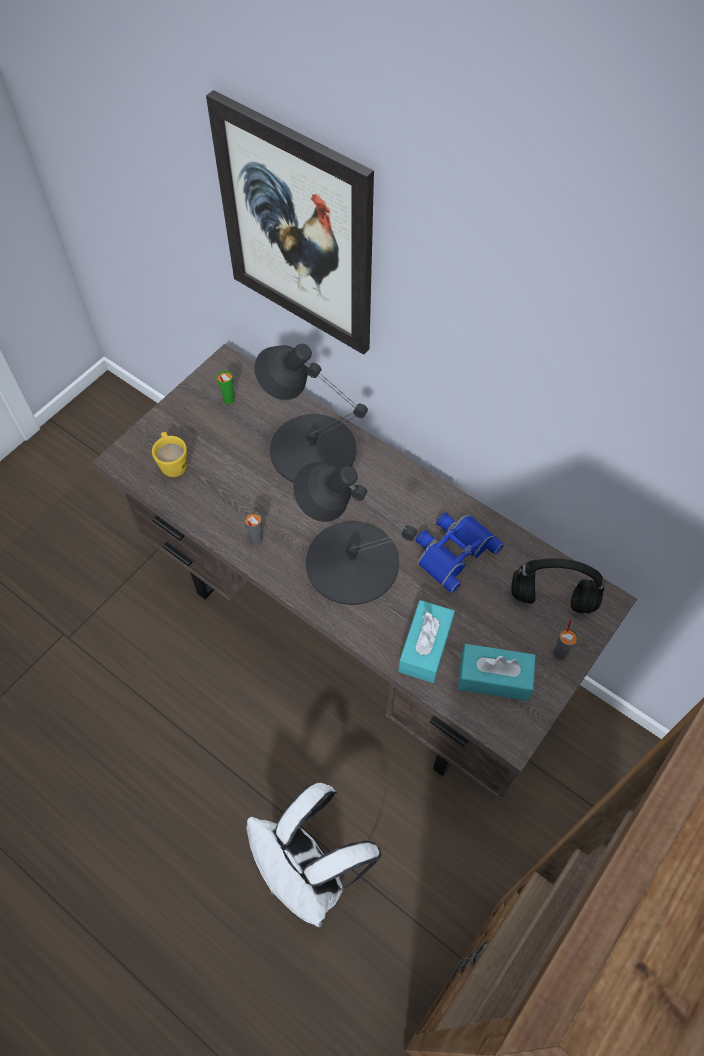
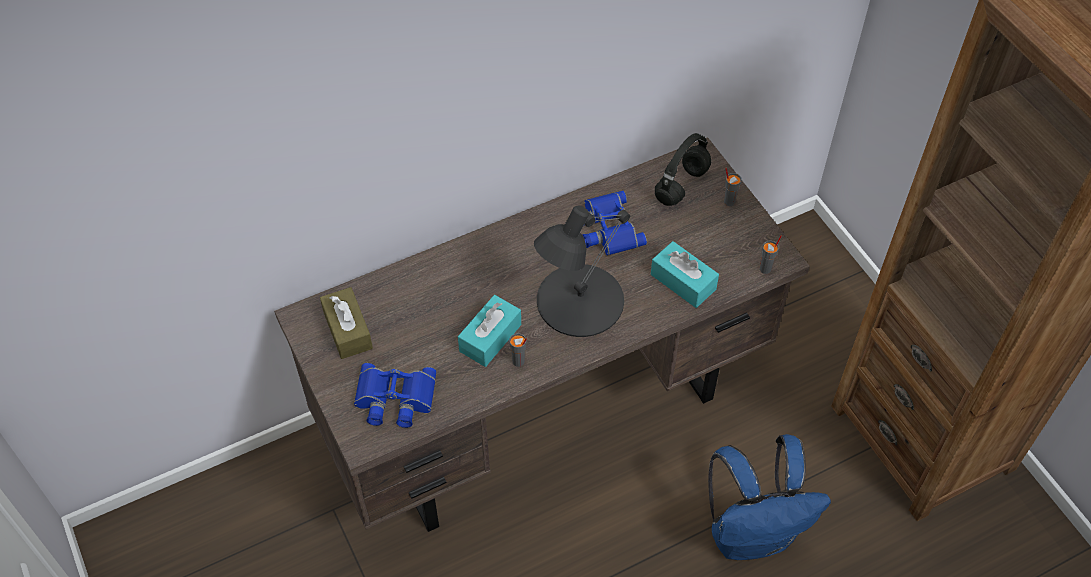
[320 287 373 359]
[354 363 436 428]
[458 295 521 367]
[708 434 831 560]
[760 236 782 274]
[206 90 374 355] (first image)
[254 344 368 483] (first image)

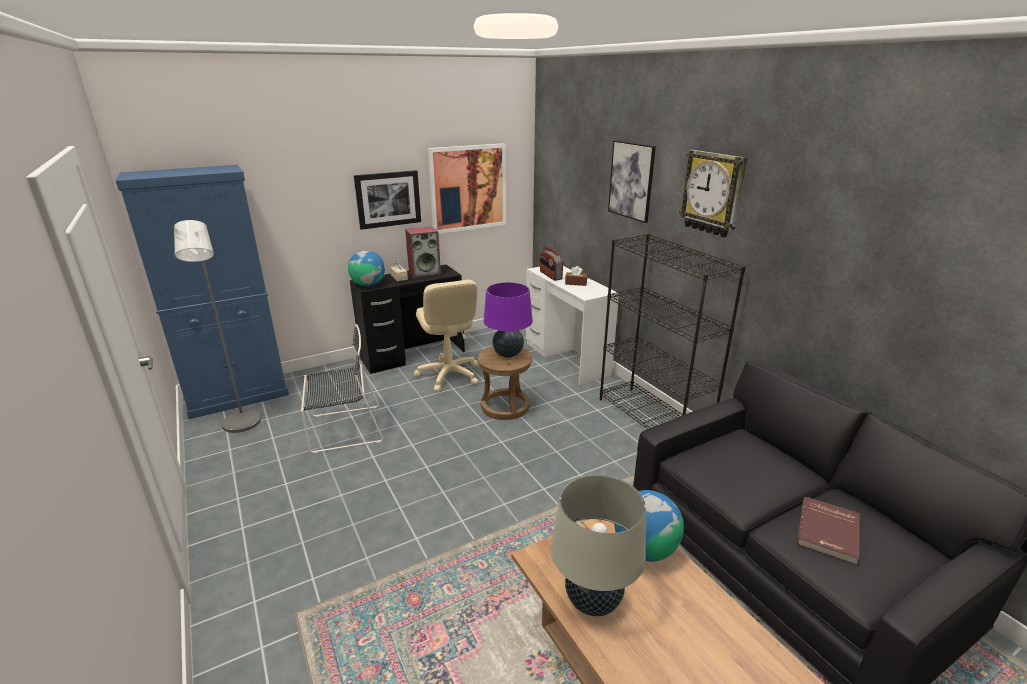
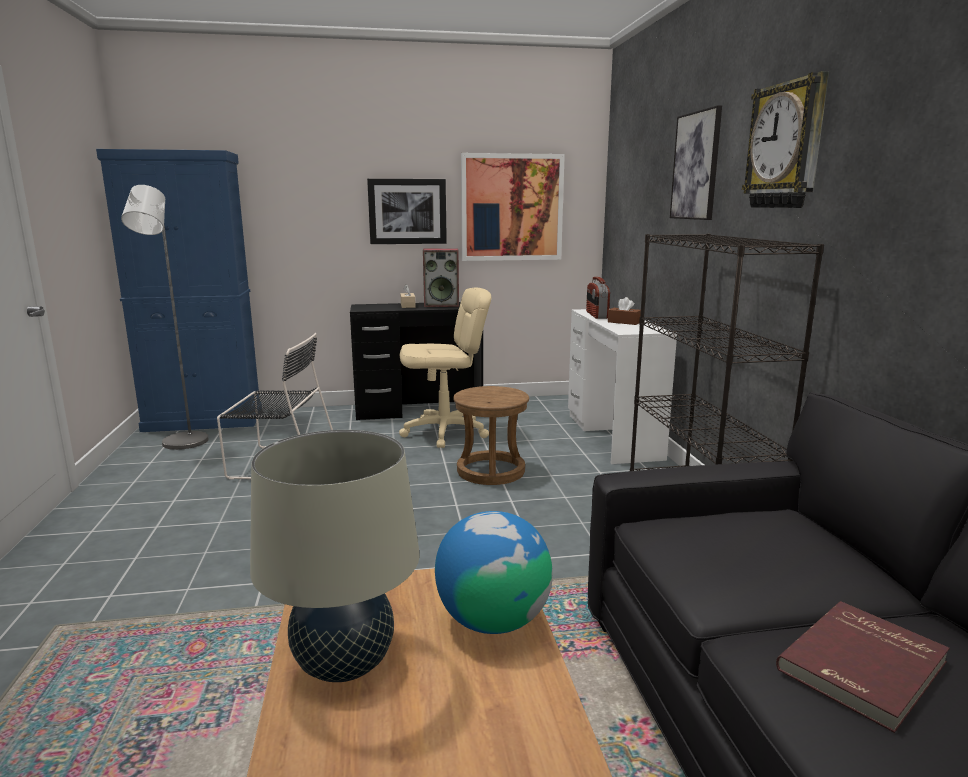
[399 288 491 448]
[348 251 385 286] (first image)
[484 282 533 357] (first image)

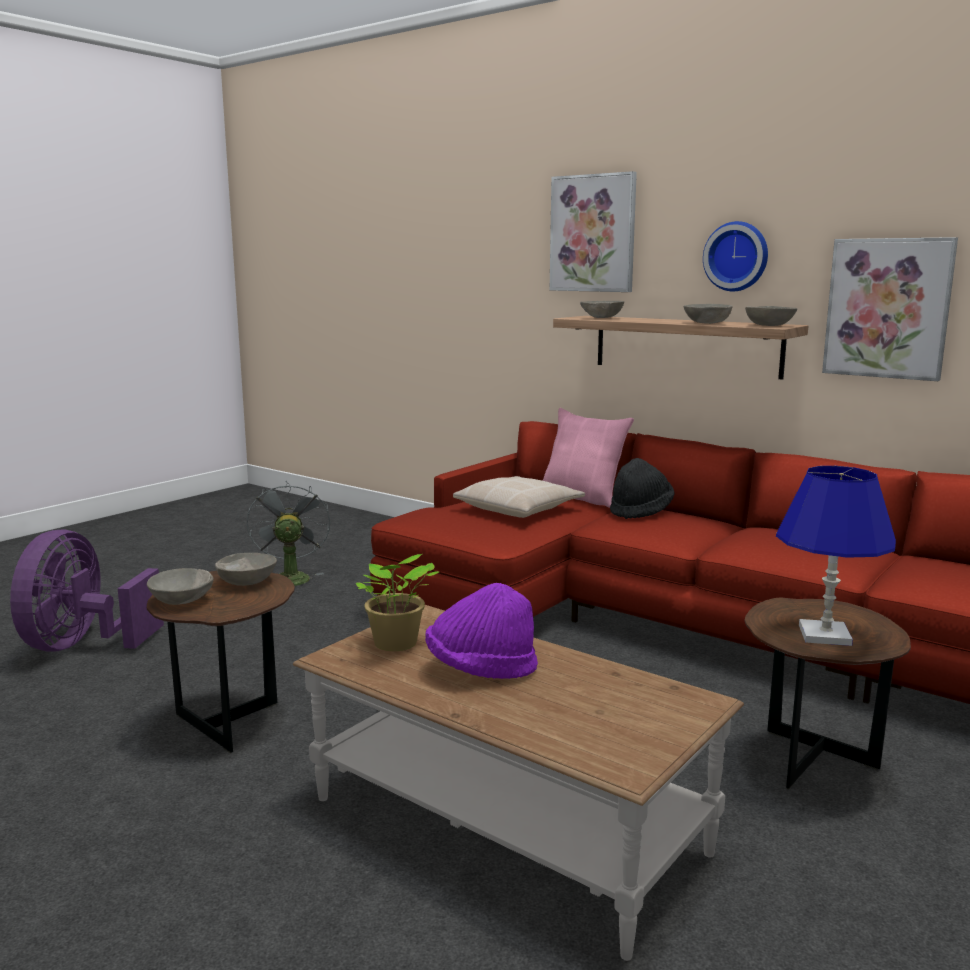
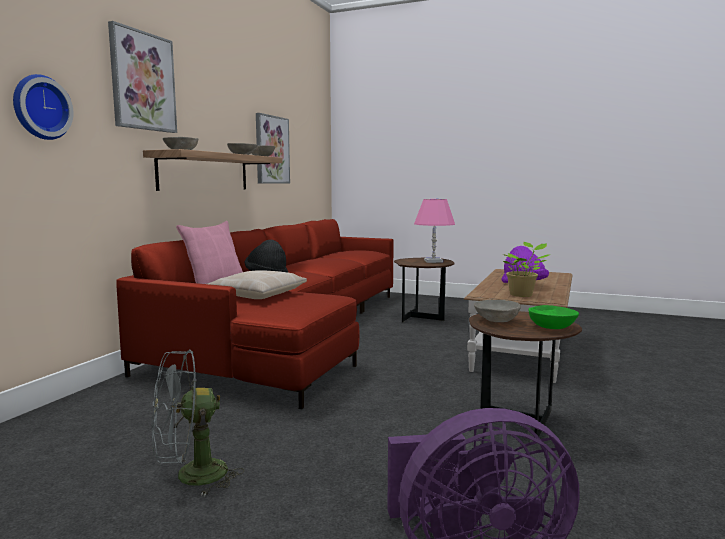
[13 74 74 140]
[414 199 455 263]
[528 305 579 329]

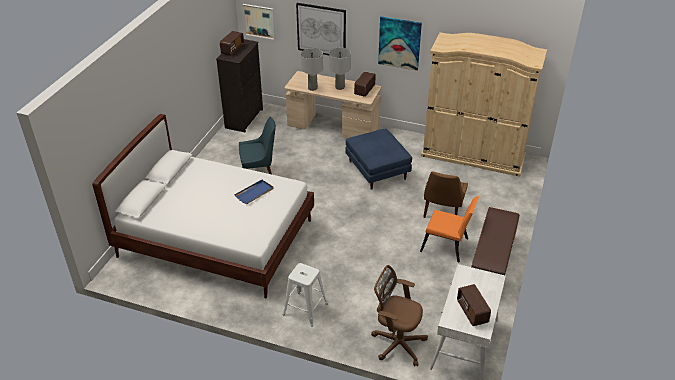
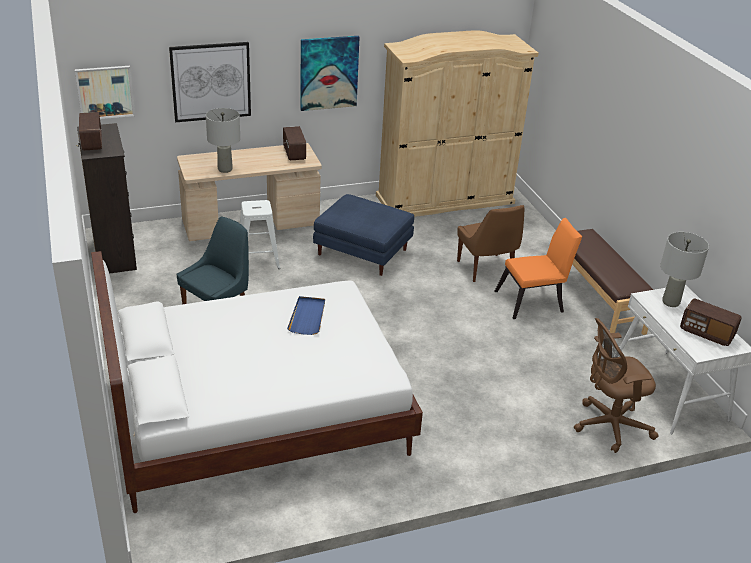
[240 200 280 269]
[660 232 709 307]

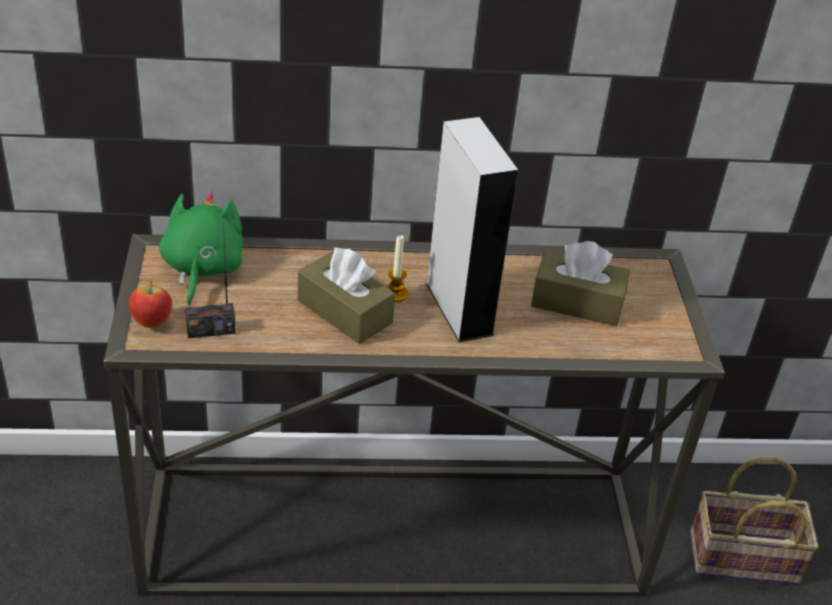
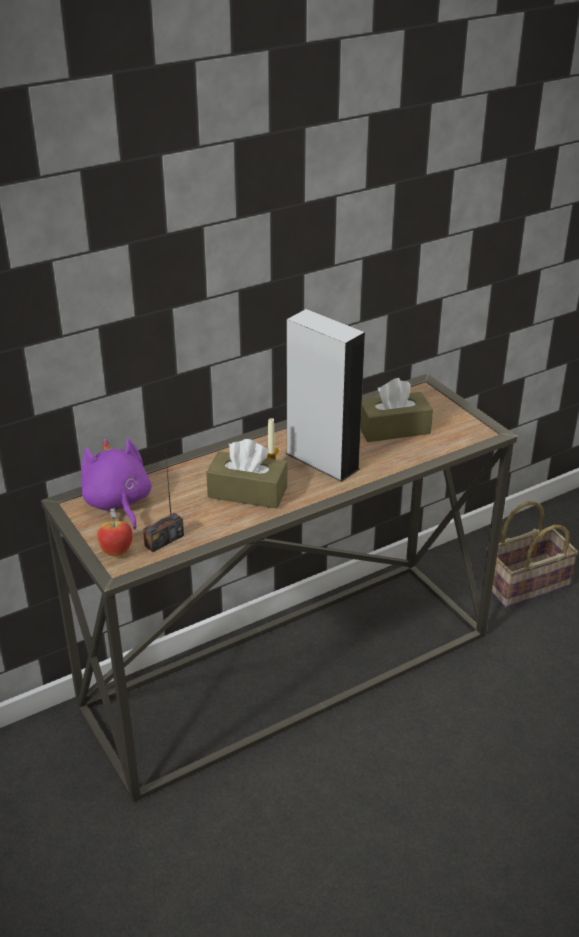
[81 438 152 529]

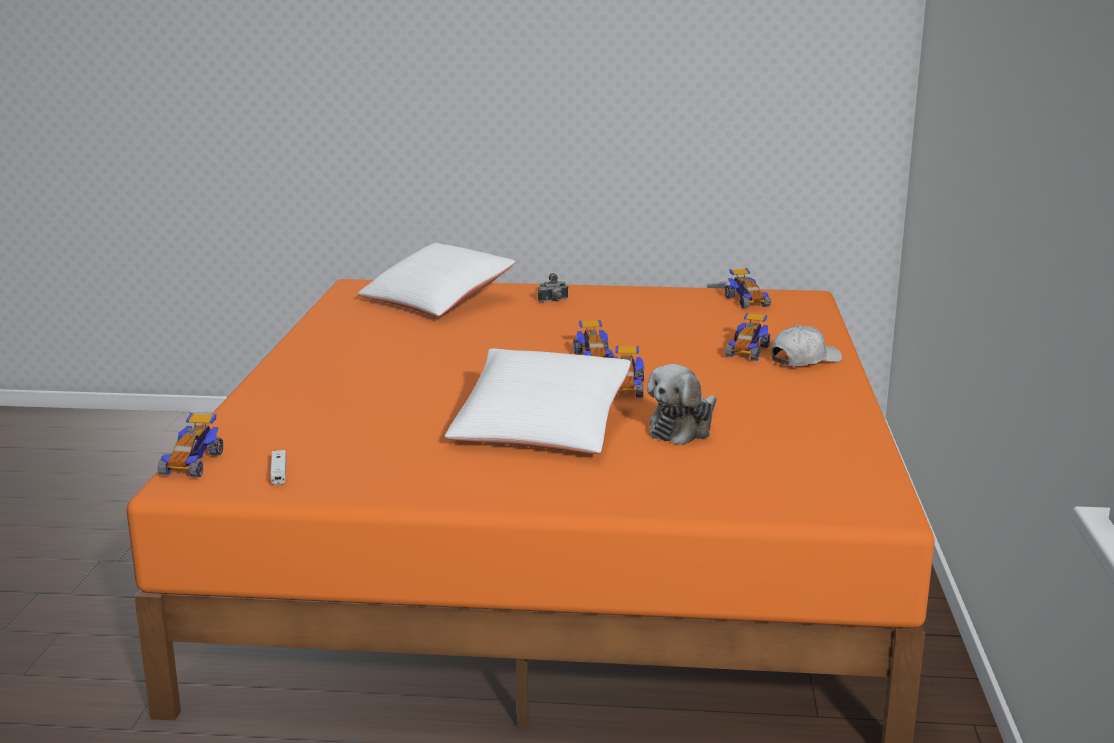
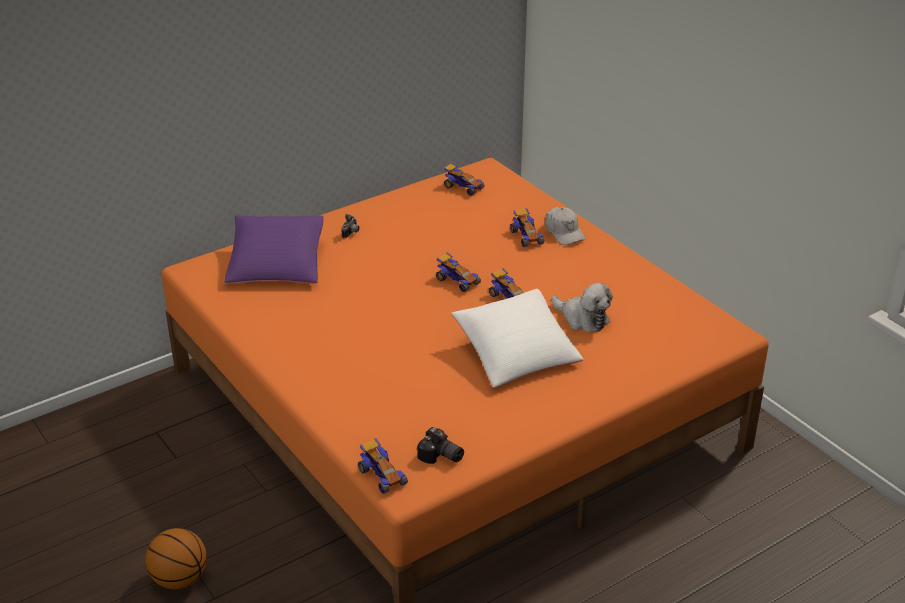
[146 528 207 589]
[224 215 324 284]
[417 427 464 464]
[545 207 586 245]
[551 283 613 332]

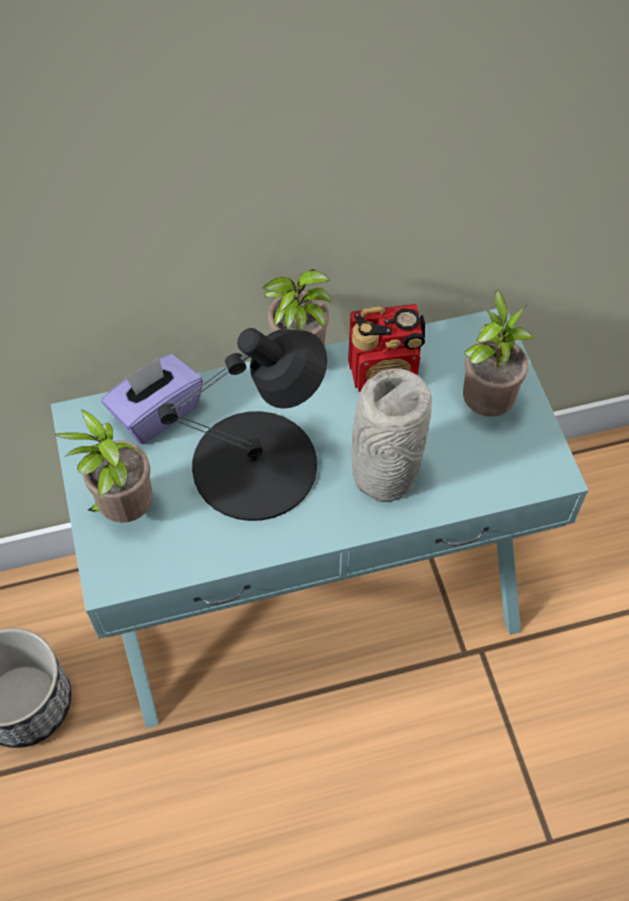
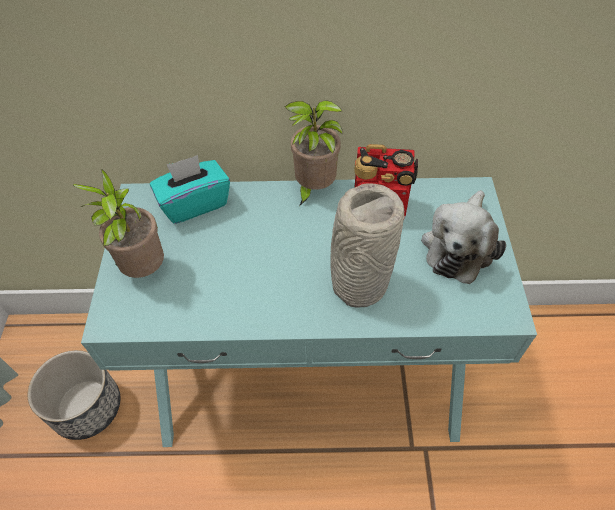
[150 155 230 224]
[421 190 506 284]
[158 328 327 521] (first image)

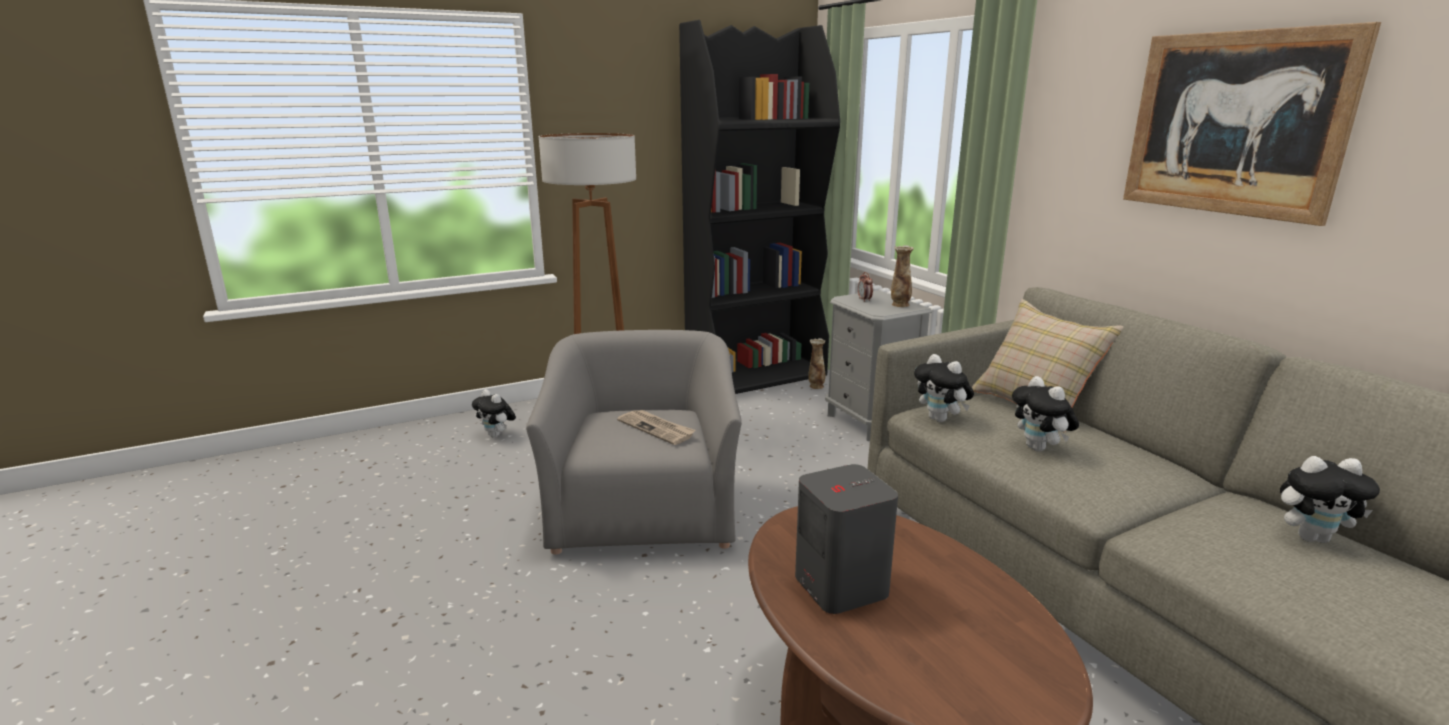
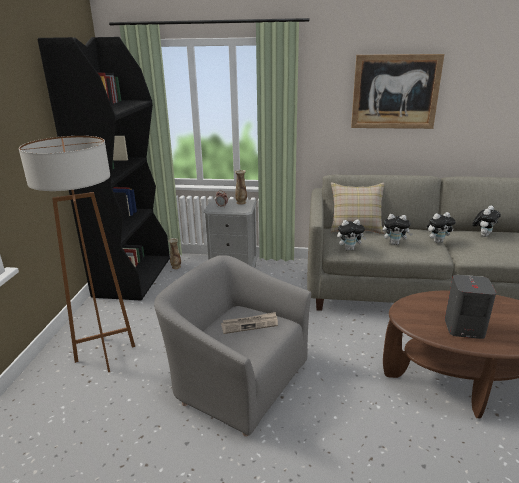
[427 212 456 243]

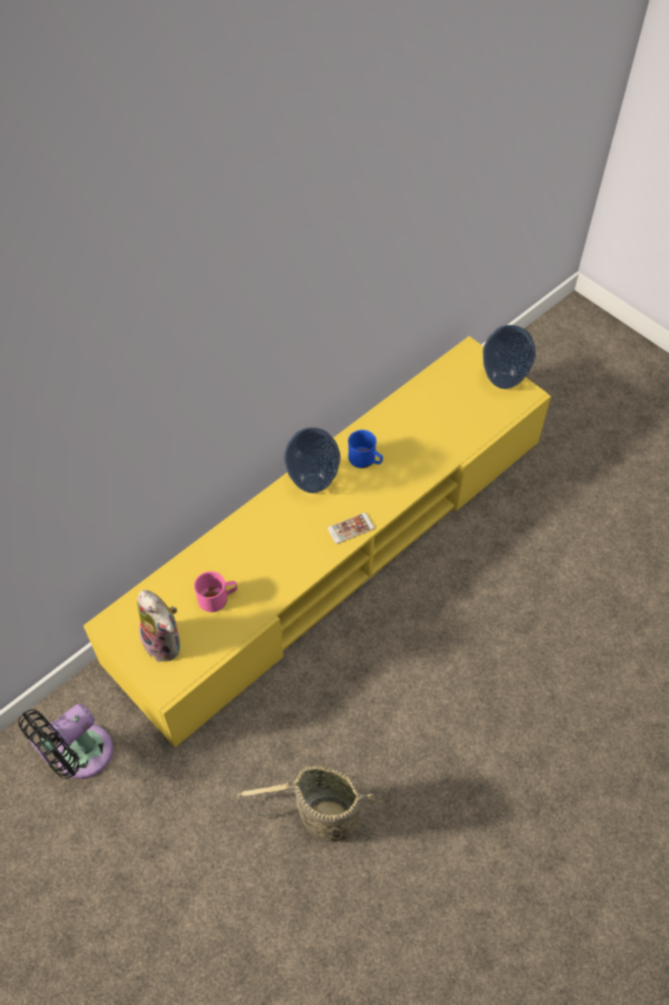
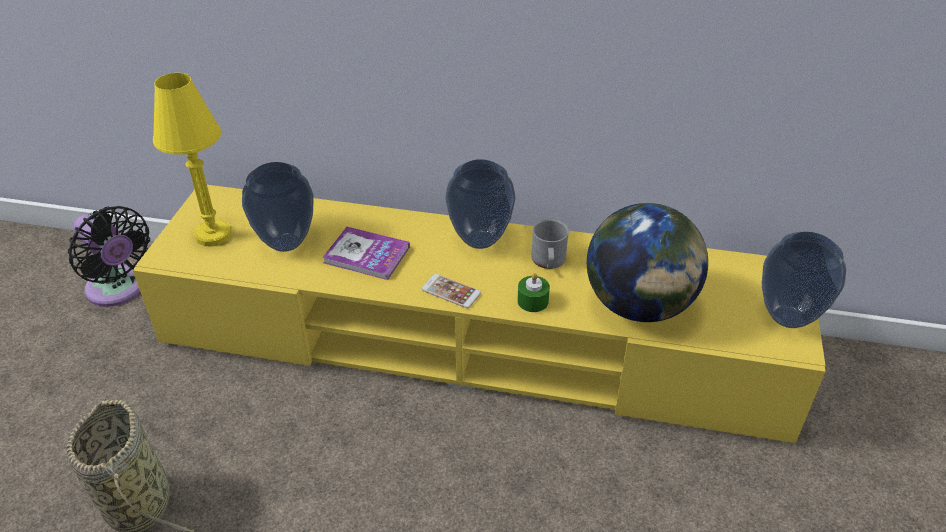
[68 206 150 307]
[153 73 232 247]
[242 162 314 252]
[322 227 410 280]
[517 273 550 312]
[531 219 569 269]
[587 203 708 322]

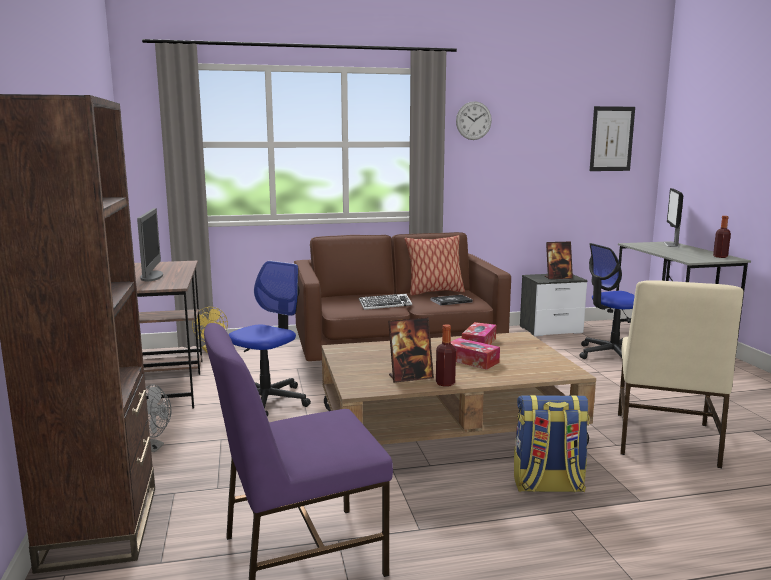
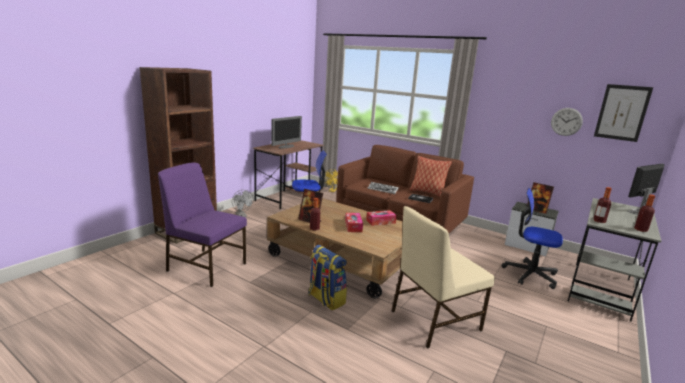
[551 108 583 136]
[593 187 612 223]

